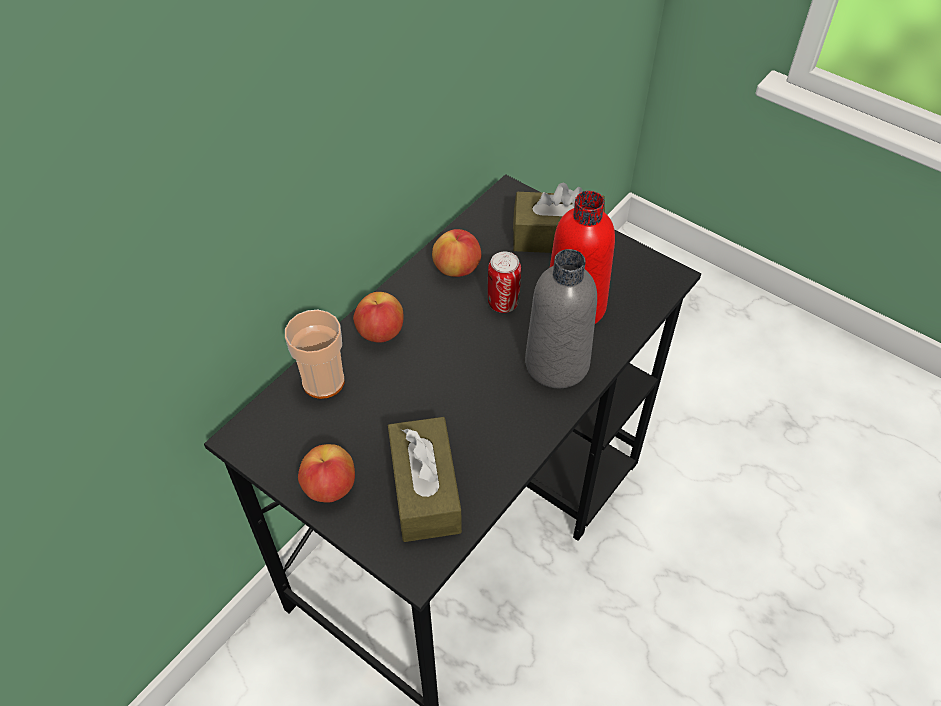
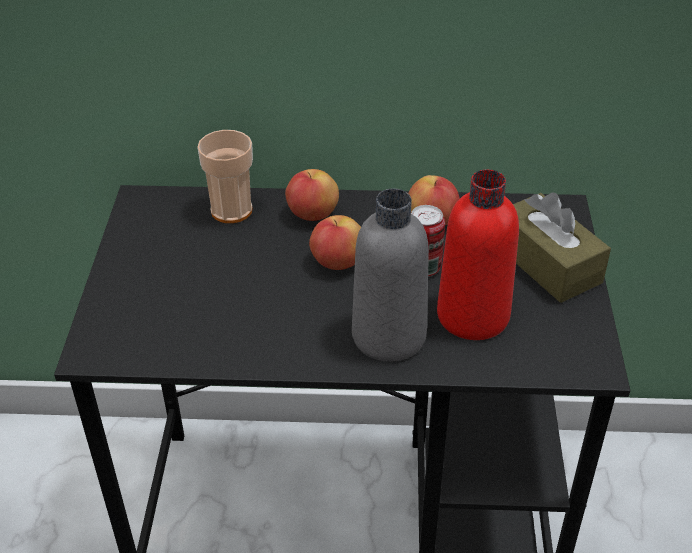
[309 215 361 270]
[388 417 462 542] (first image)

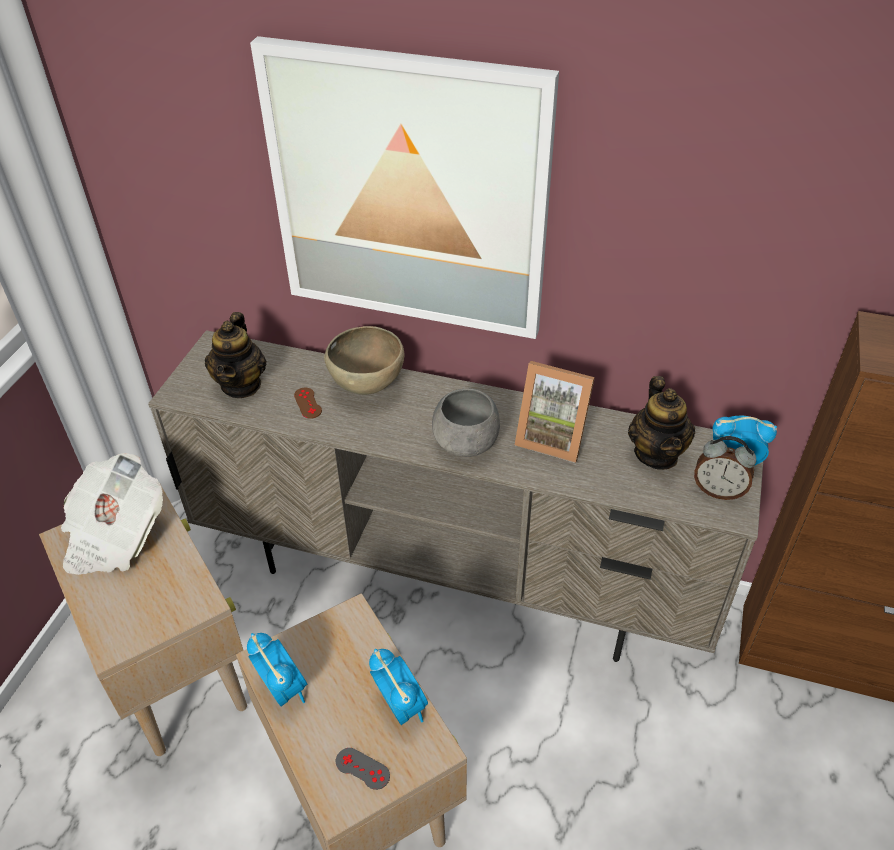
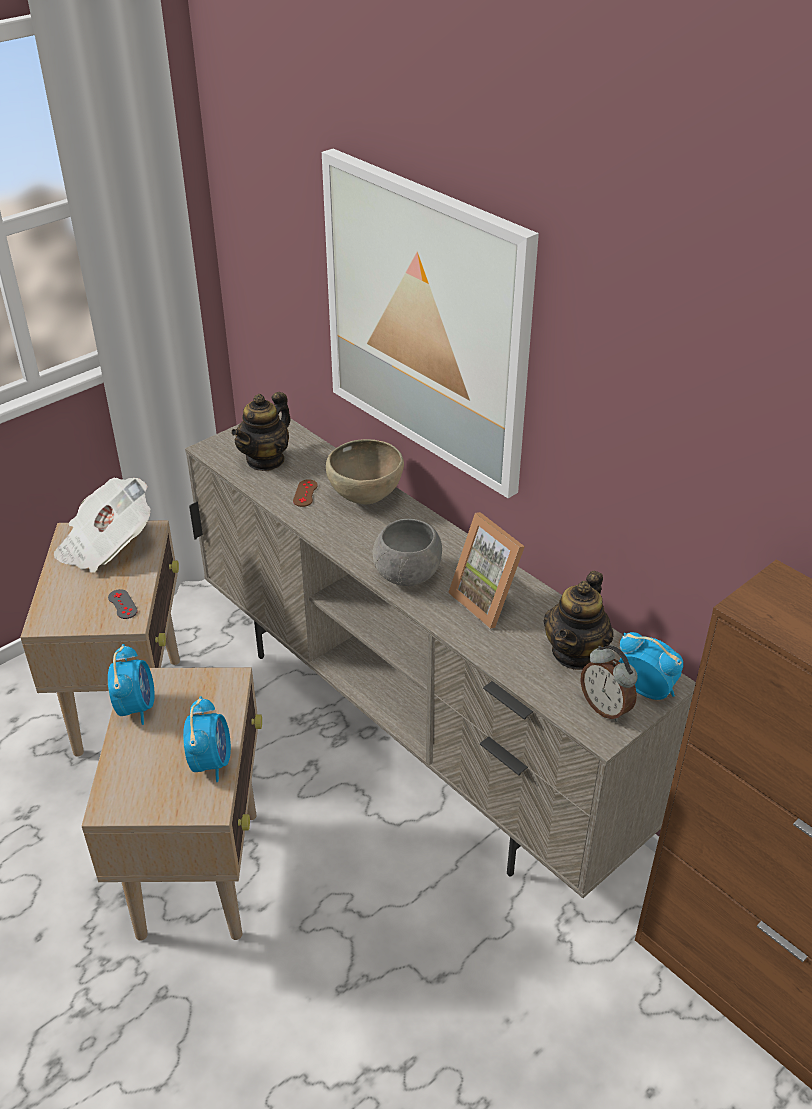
[108 589 138 619]

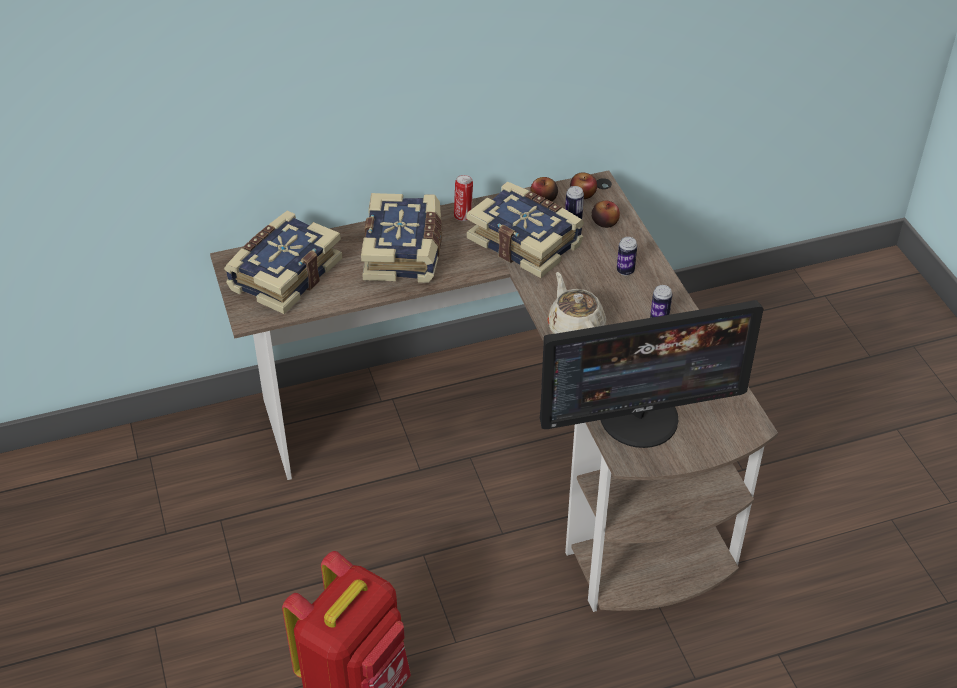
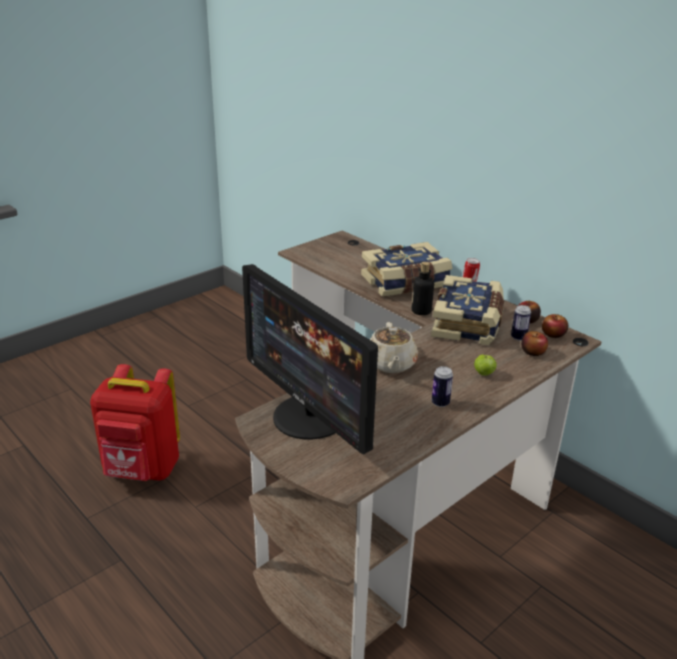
[370 322 418 373]
[412 262 434 315]
[474 355 497 376]
[224 211 342 314] (first image)

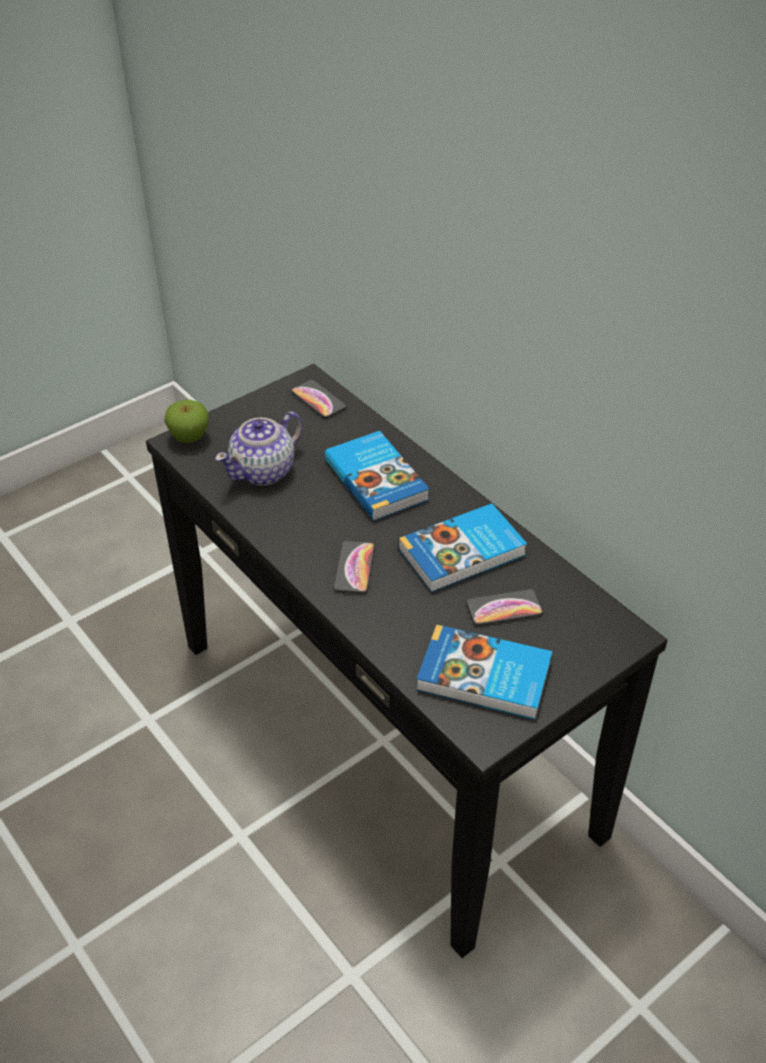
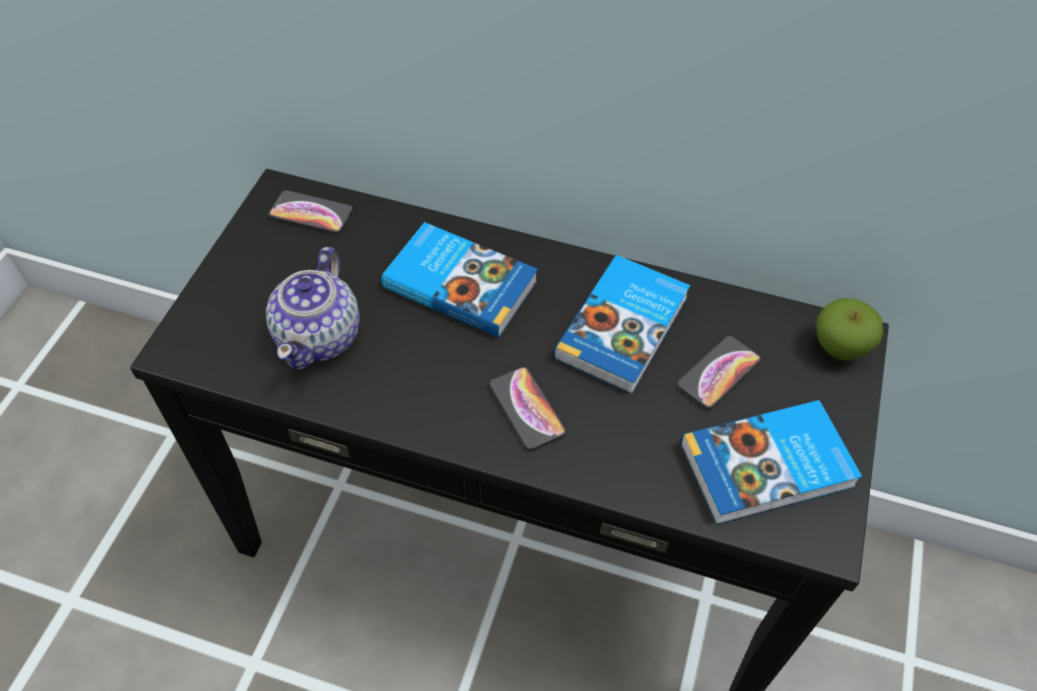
[817 298 884 361]

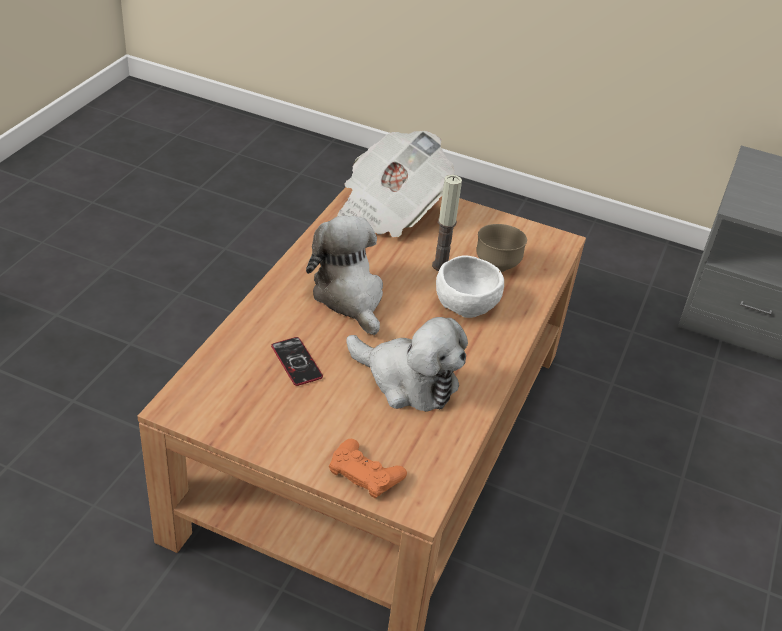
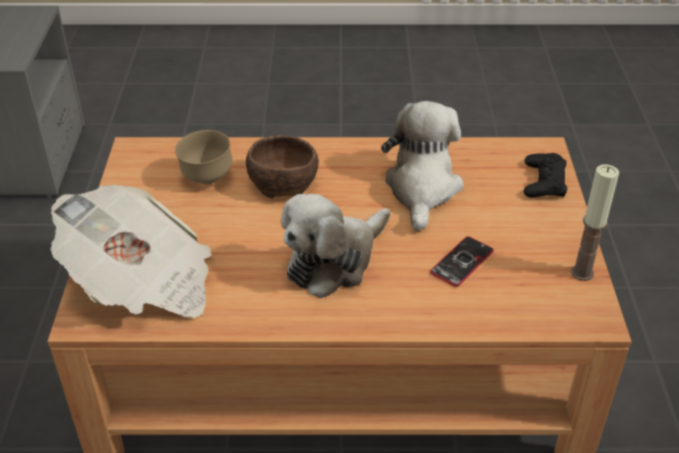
[246 135 319 198]
[523 153 567 198]
[571 164 619 281]

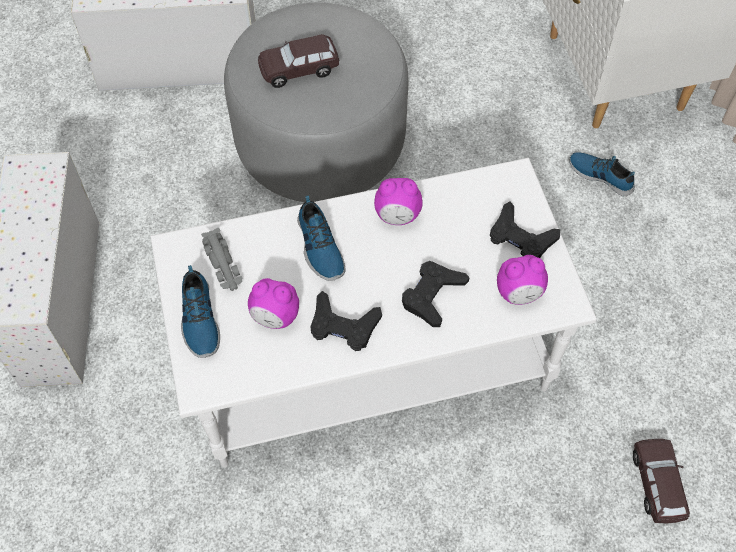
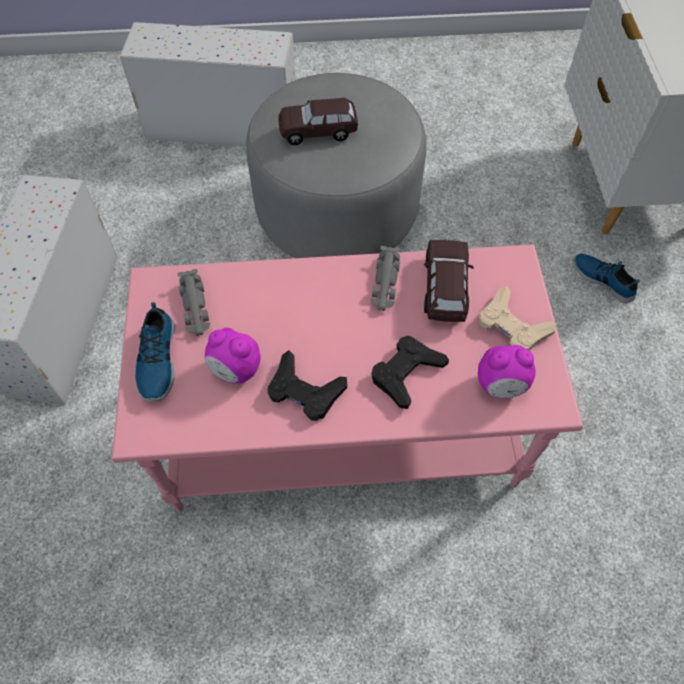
[112 244 583 511]
[371 246 400 311]
[424 240 474 322]
[479 286 557 351]
[297 196 345 281] (first image)

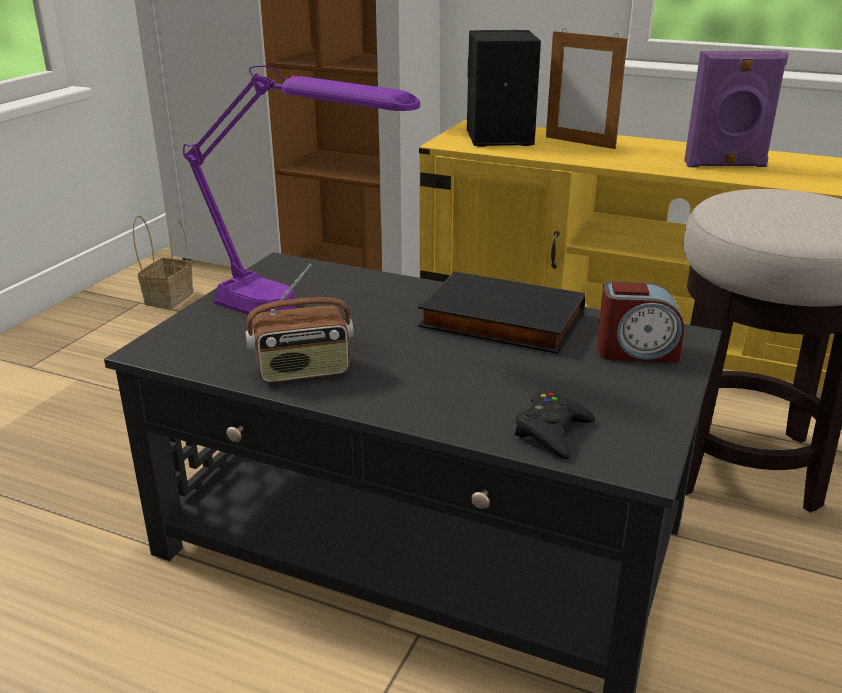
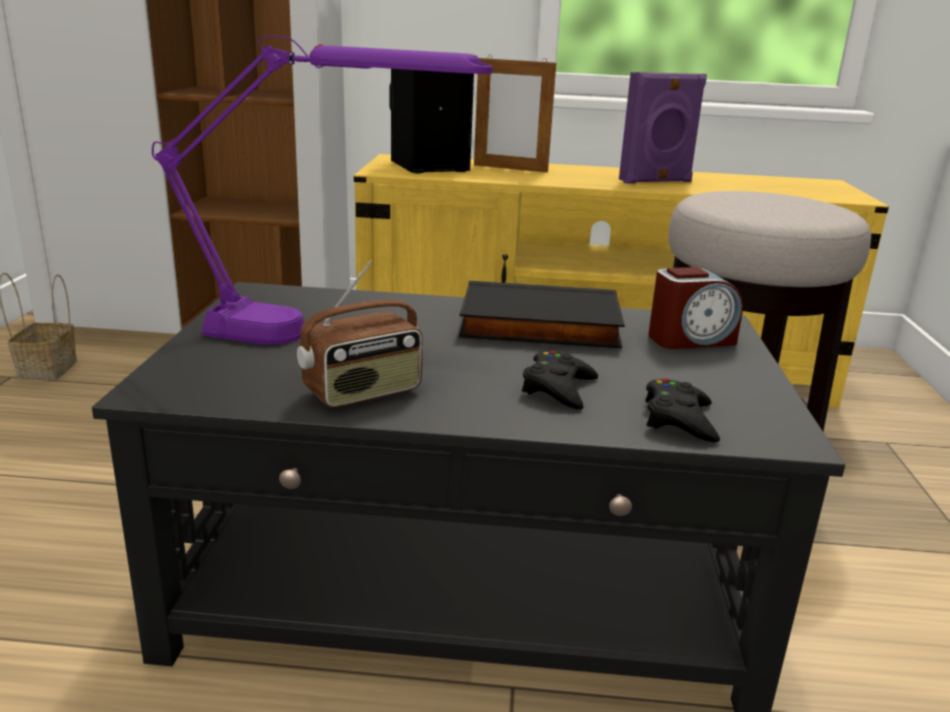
[522 351 598 410]

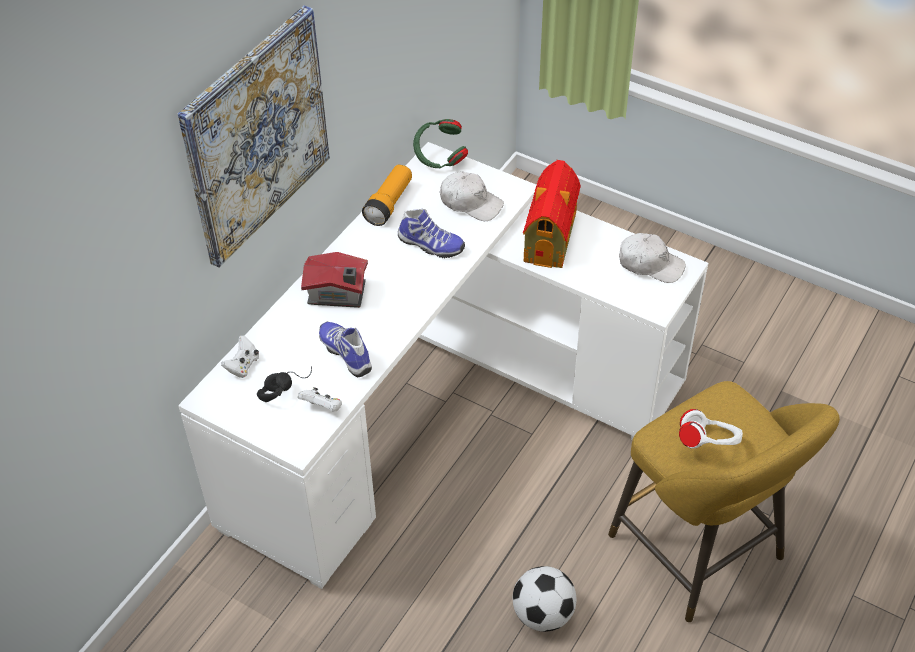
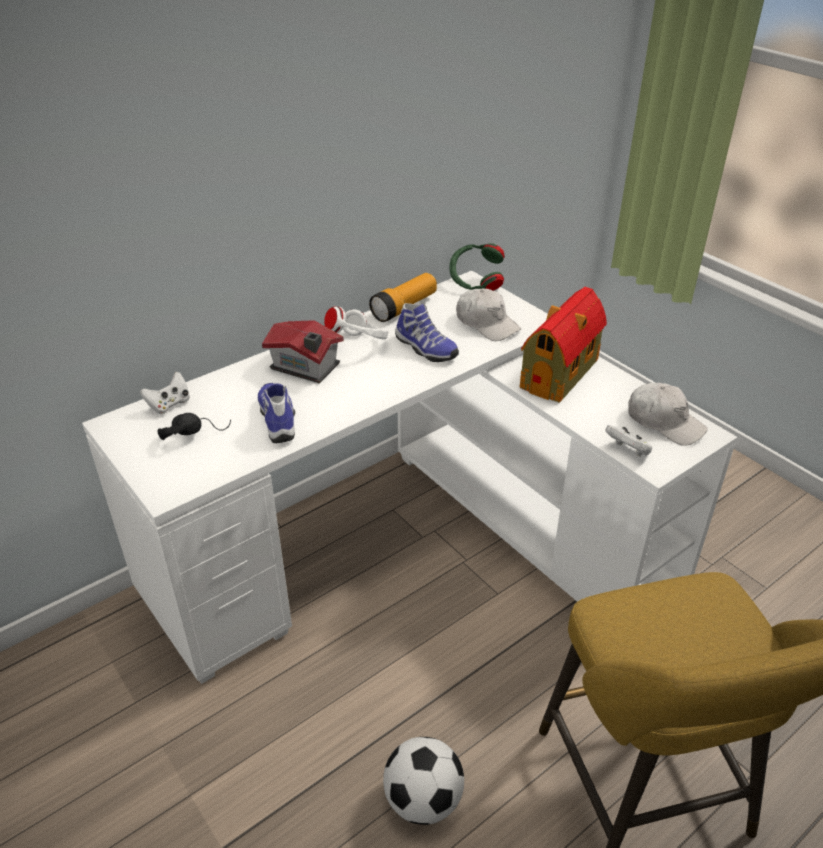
[324 306 388 339]
[605 425 652 456]
[178 5 330 268] (first image)

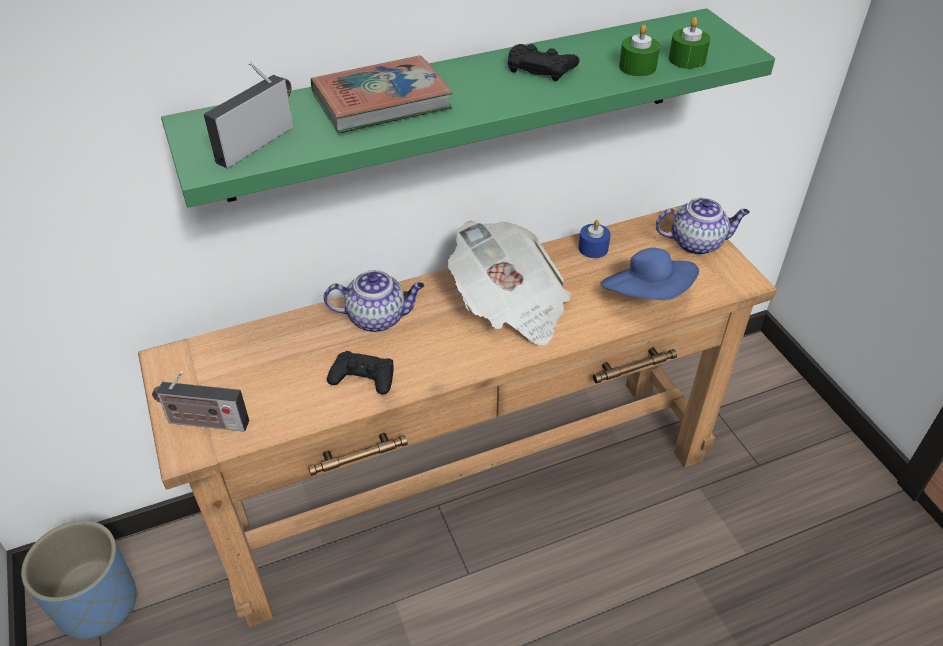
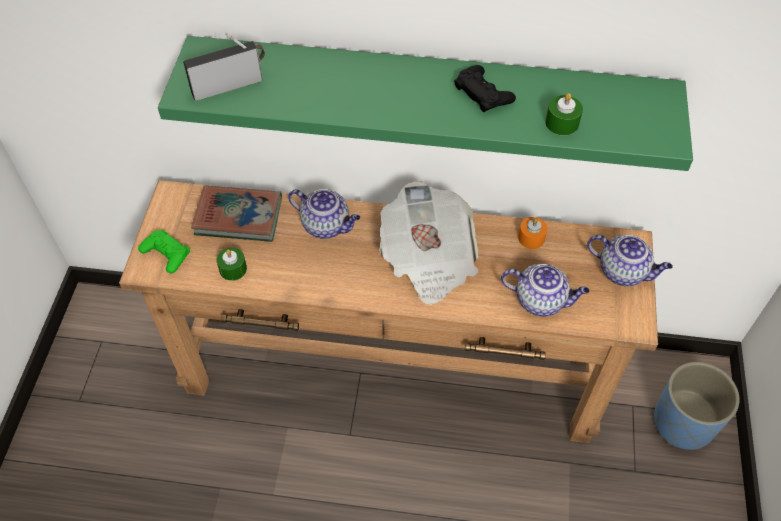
[138 230 190 273]
[191 186 282 242]
[216 248 247 281]
[501 264 589 317]
[518 217 548 249]
[654 362 740 450]
[327 351 393 395] (first image)

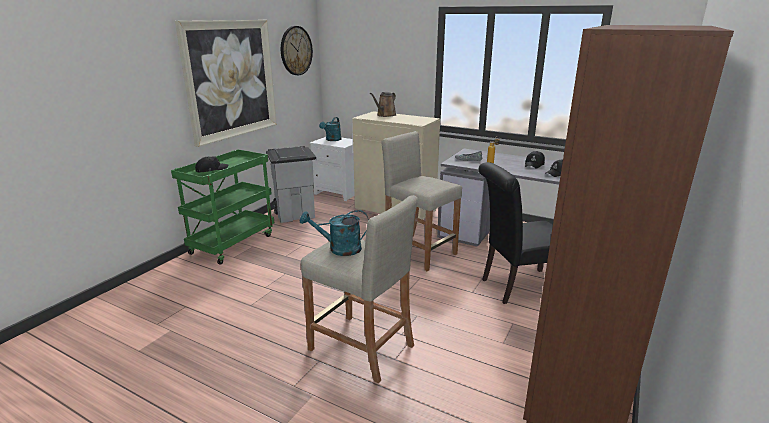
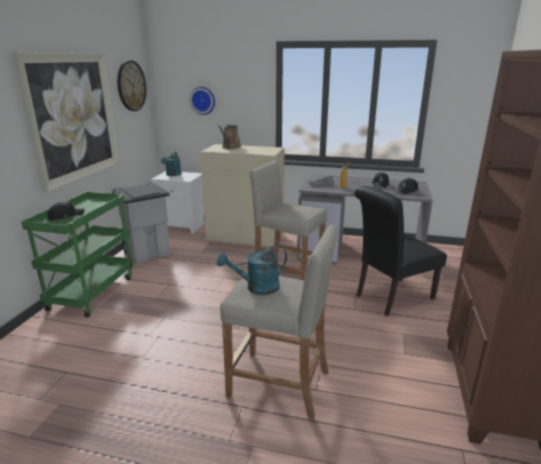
[190 87 215 115]

